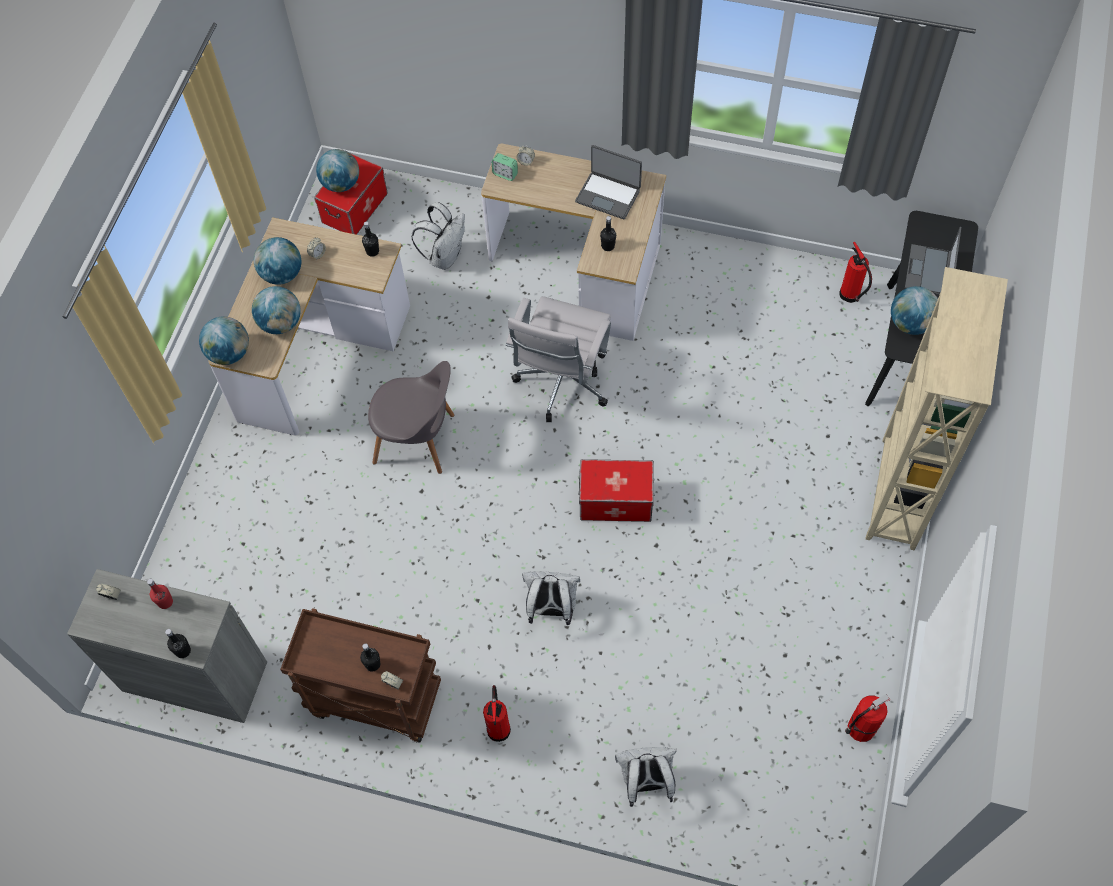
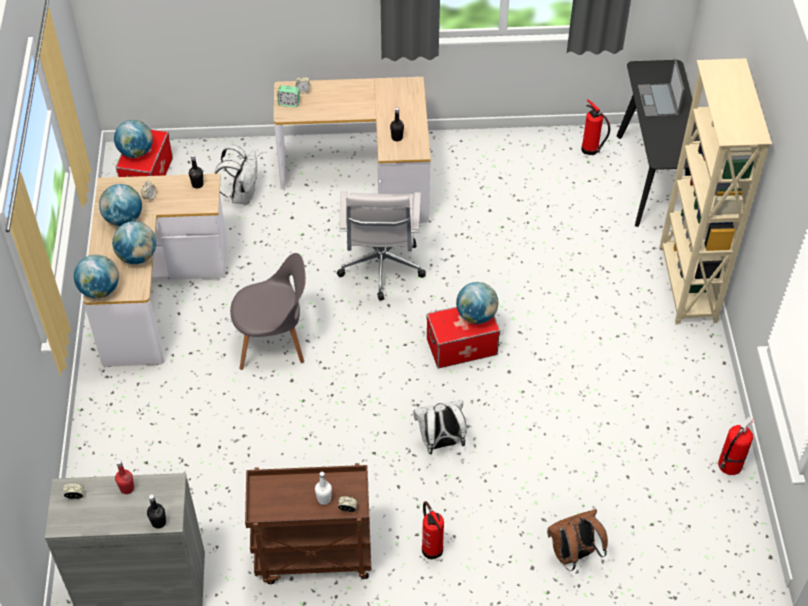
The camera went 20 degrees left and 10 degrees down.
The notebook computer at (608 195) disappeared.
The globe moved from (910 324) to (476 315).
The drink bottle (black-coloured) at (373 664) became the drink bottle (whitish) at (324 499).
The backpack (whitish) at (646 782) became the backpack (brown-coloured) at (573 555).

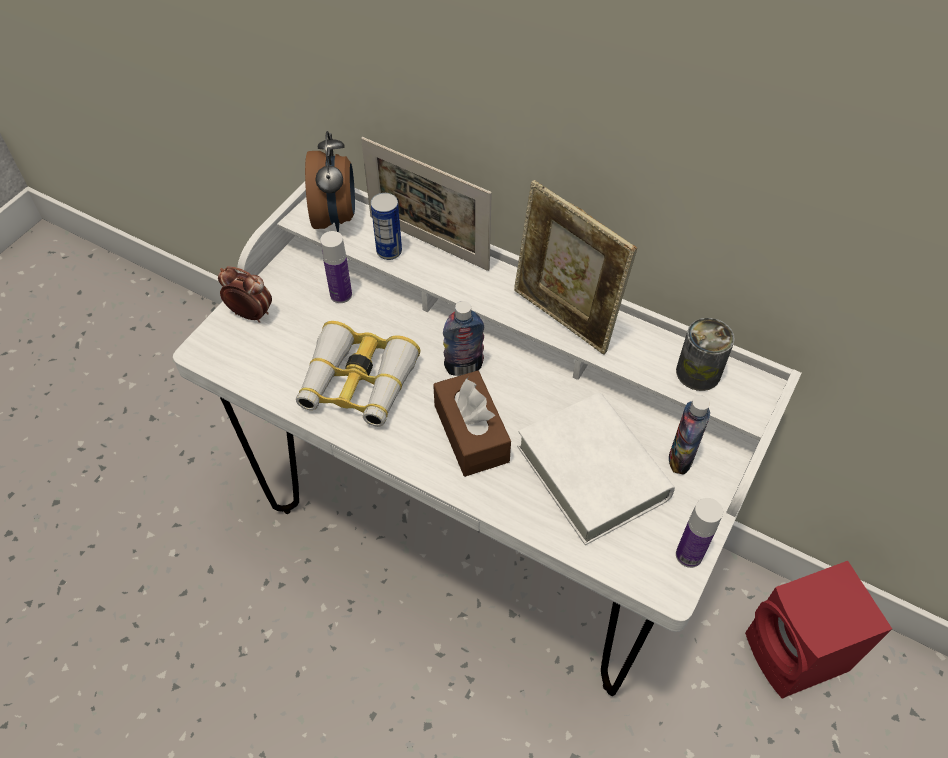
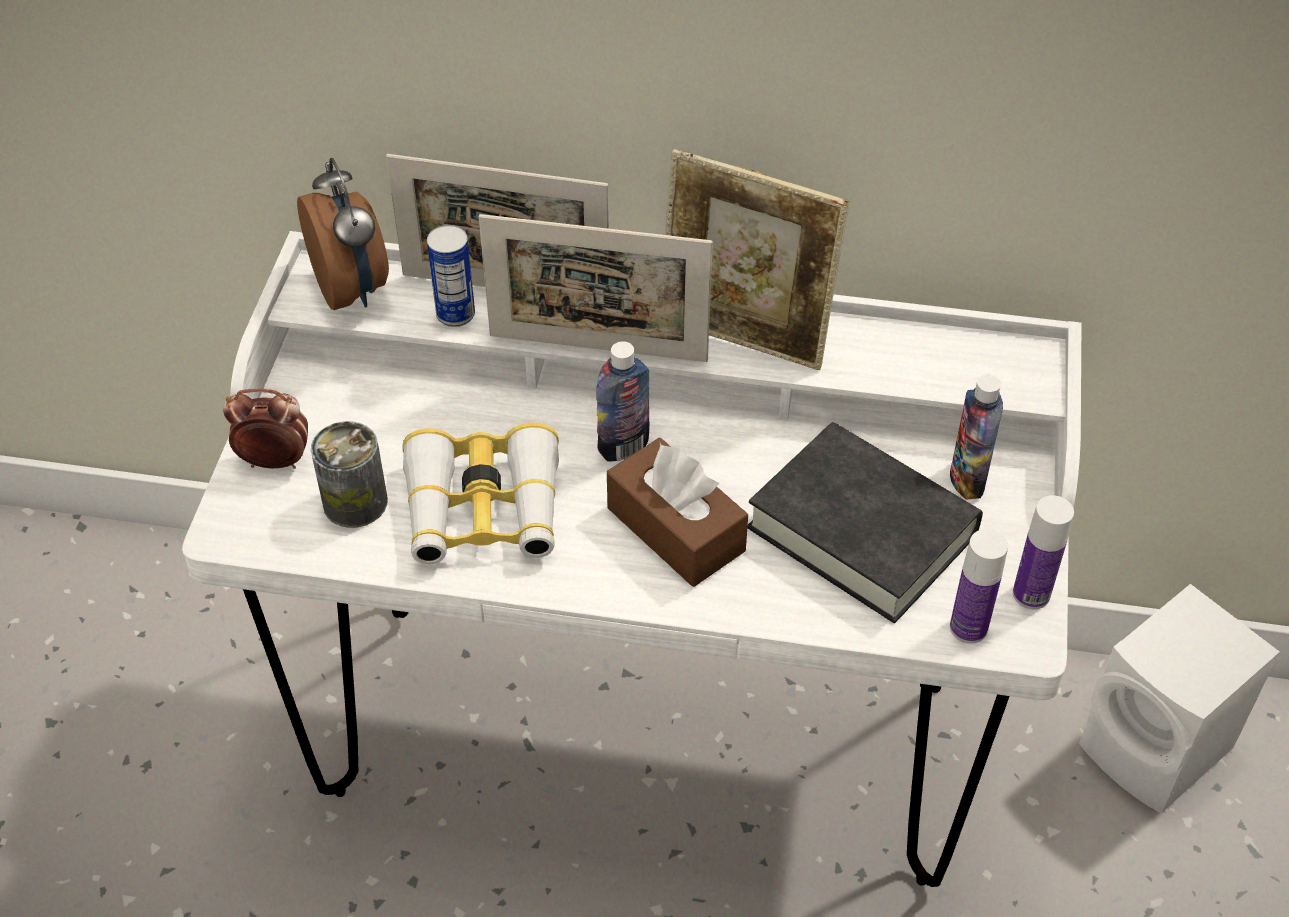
The camera went 20 degrees left and 5 degrees down.
The drink bottle moved from (341 295) to (968 628).
The metal can moved from (698 372) to (355 502).
The bound book (whitish) at (592 473) became the bound book (black-coloured) at (862 531).
The audio speaker (reddish) at (796 656) became the audio speaker (whitish) at (1158 751).
The standing frame at (598 348) appeared.

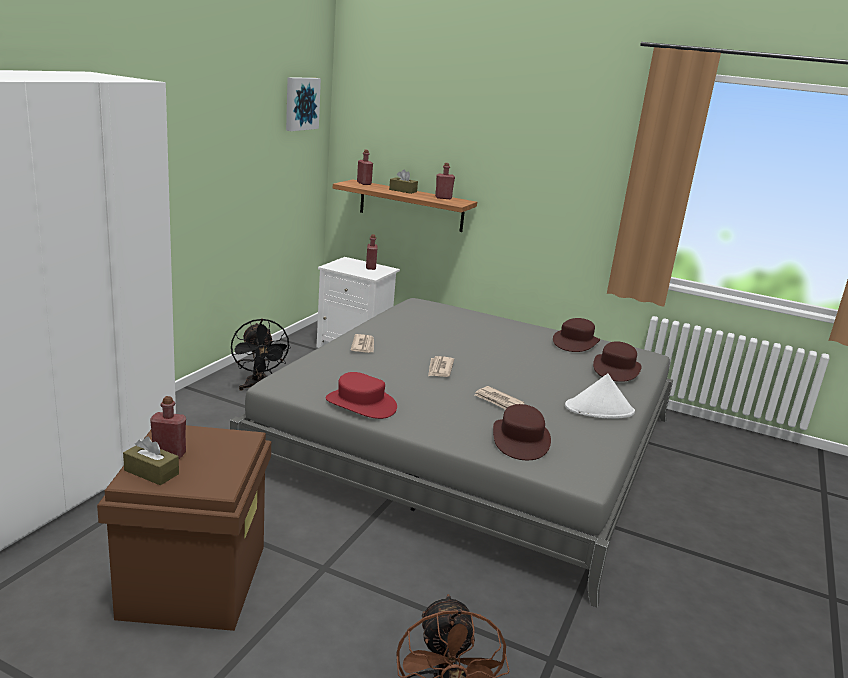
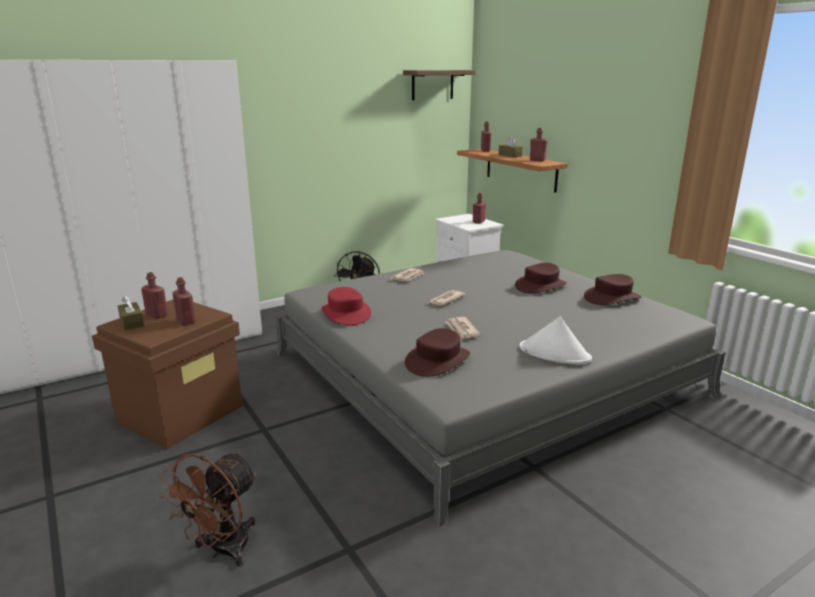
The camera went 35 degrees right and 0 degrees up.
The picture at (301 103) was replaced by the shelf at (432 84).
The hat (brown-coloured) moved from (616 369) to (540 285).
The drink bottle (reddish) at (186 321) appeared.

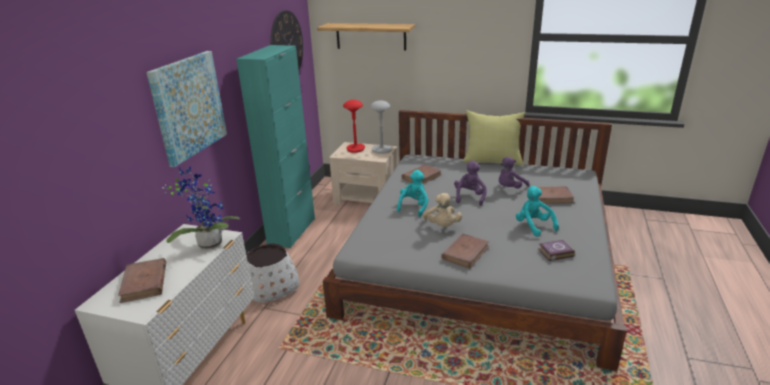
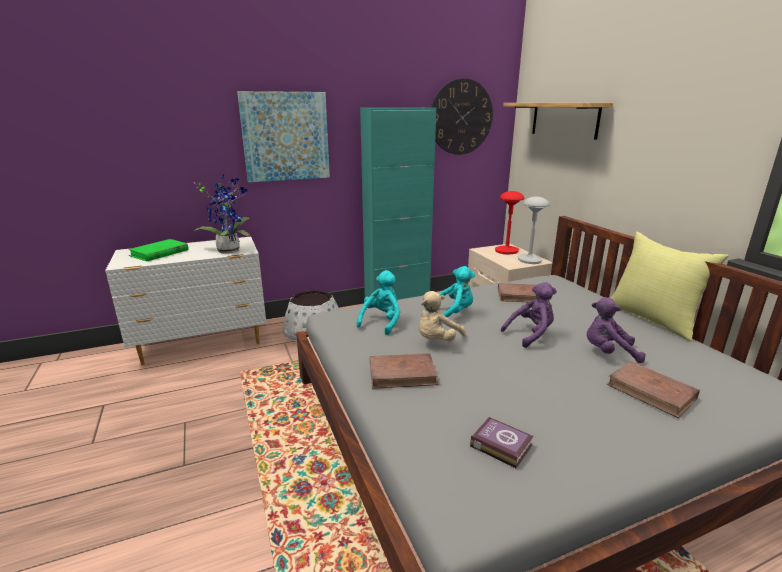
The camera went 50 degrees right and 5 degrees down.
The cuddly toy (turquoise-coloured) moved from (533 226) to (381 322).
The bound book (brown-coloured) at (144 283) became the bound book (green) at (159 253).

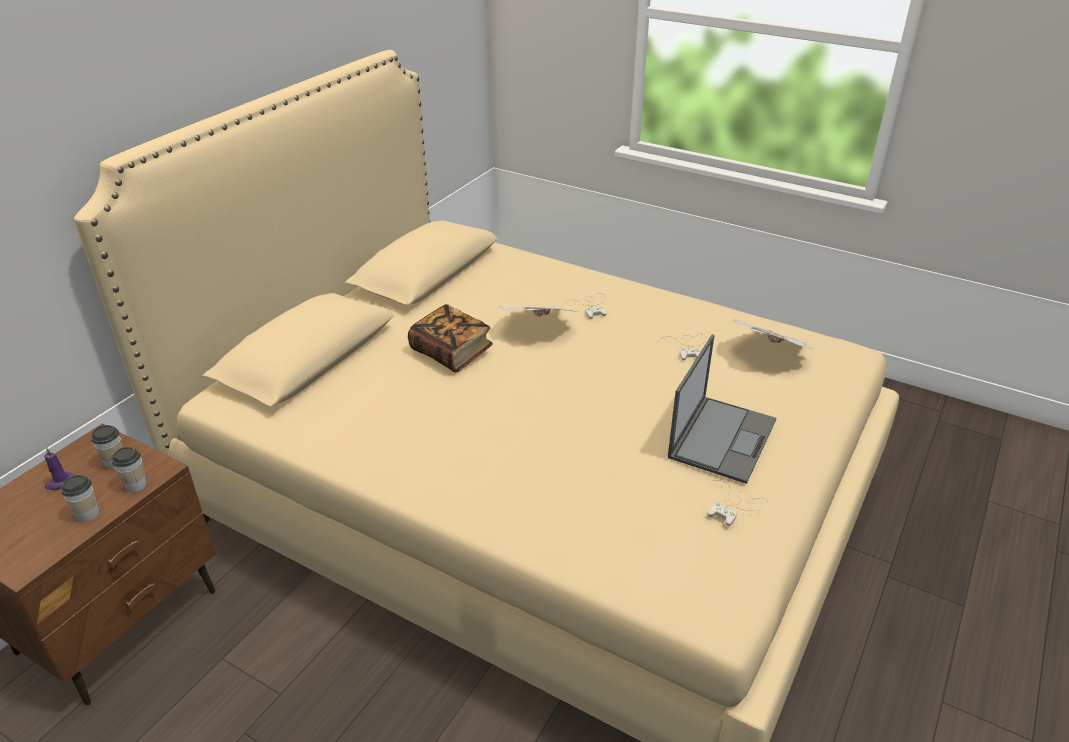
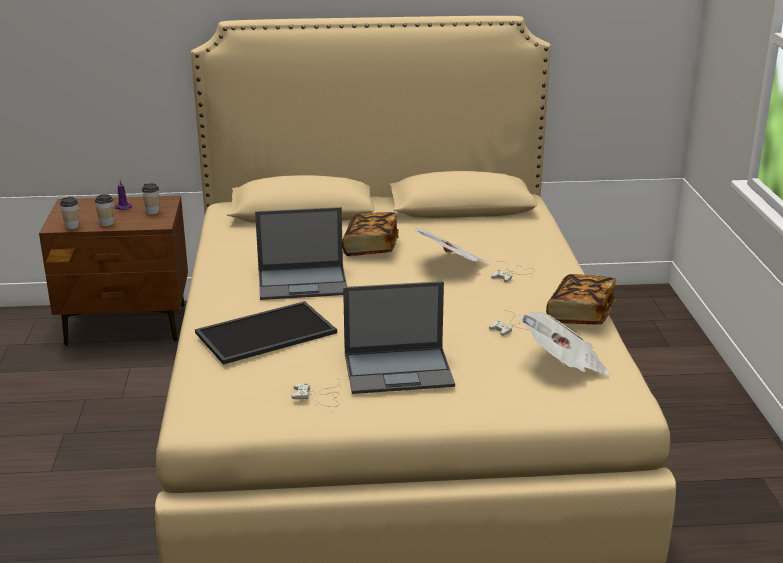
The camera went 55 degrees right and 10 degrees down.
The small cup moved from (136 485) to (72 226).
The notebook computer at (304 282) appeared.
The bound book at (580 315) appeared.
The tray at (265 334) appeared.

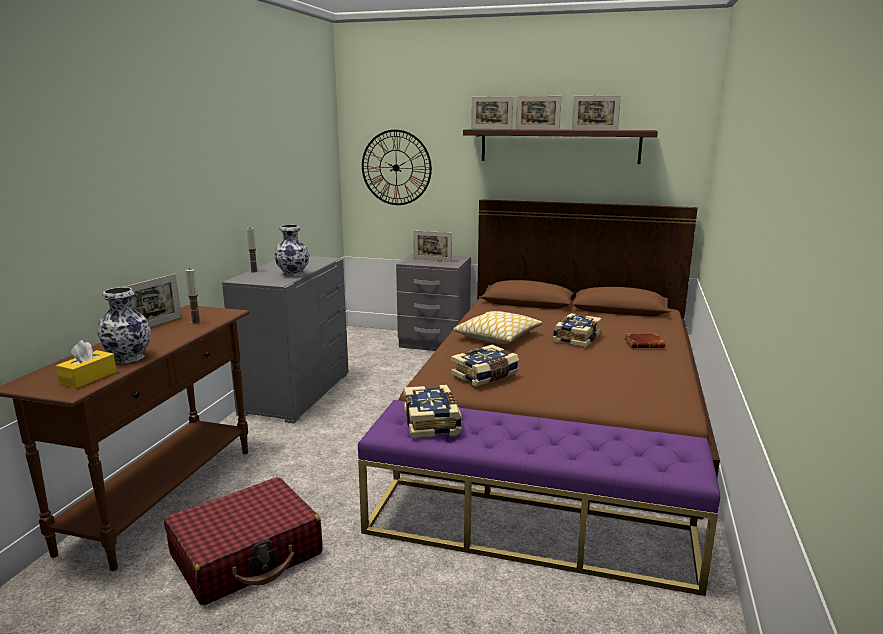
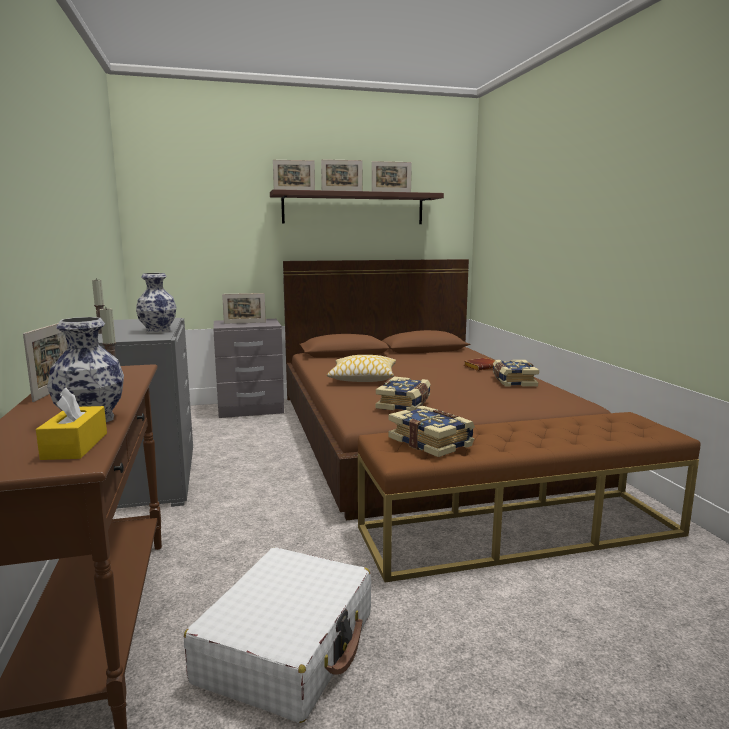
The camera went 30 degrees left and 5 degrees down.
The hanging clock at (396 167) disappeared.
The bound book moved from (575 338) to (513 381).
The bench (purplish) at (530 530) became the bench (brown-coloured) at (521 531).
The piece of luggage (reddish) at (247 554) became the piece of luggage (whitish) at (288 647).

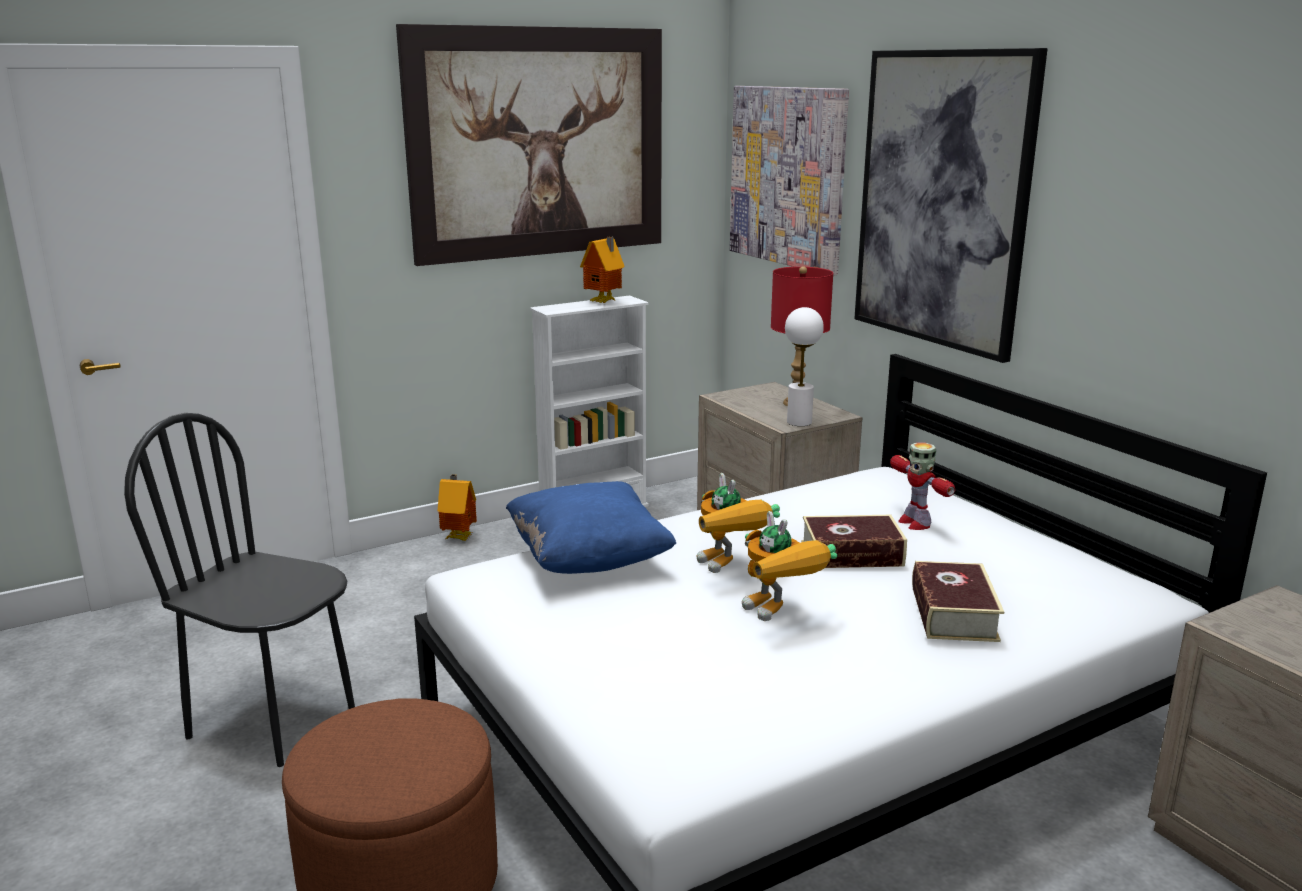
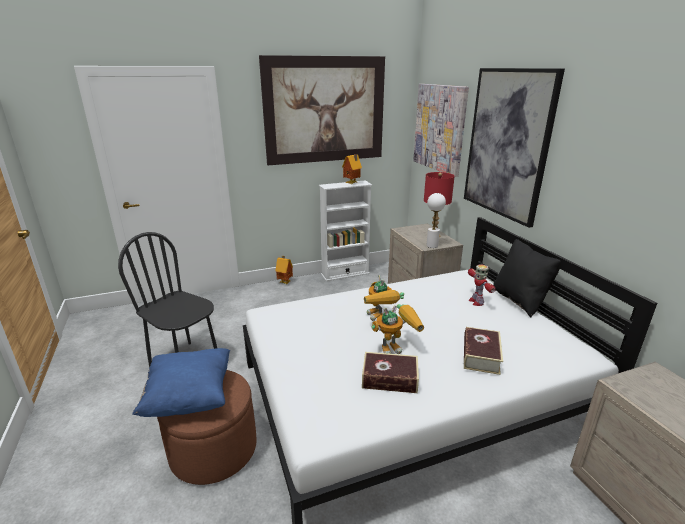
The camera went 10 degrees right and 5 degrees up.
The throw pillow (bluish) moved from (589 560) to (189 398).
The model robot at (780 615) turned 90 degrees counterclockwise.
The bound book moved from (852 554) to (389 378).
The throw pillow (black-coloured) at (519 300) appeared.

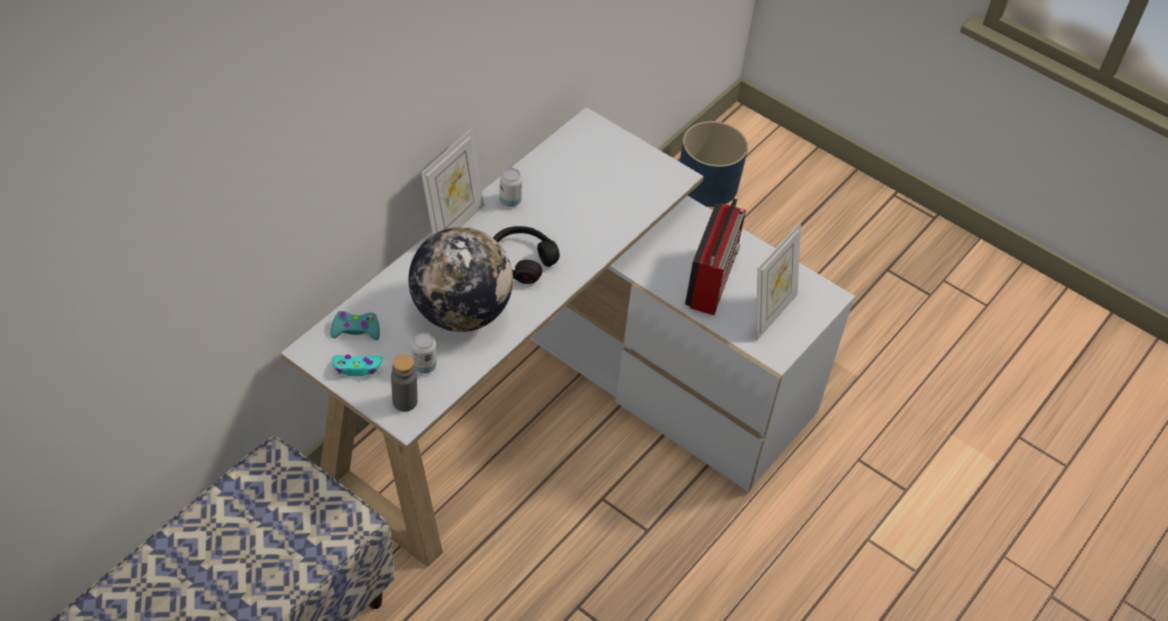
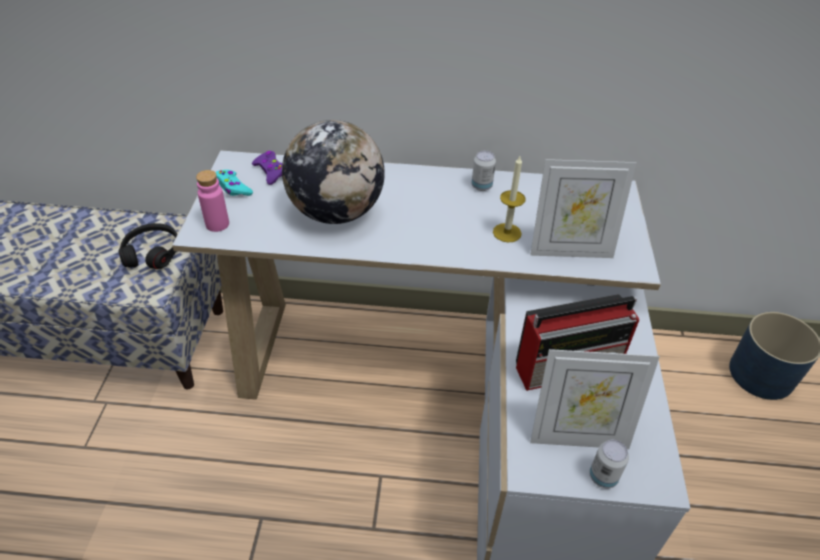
The camera went 60 degrees right and 5 degrees down.
The standing frame moved from (453 224) to (570 250).
The headphones (black-coloured) moved from (521 260) to (152 253).
The joypad (turquoise-coloured) at (355 330) became the joypad (purplish) at (270 171).
The metal can moved from (424 366) to (603 477).
The drink bottle (gray) at (405 401) became the drink bottle (pink) at (217 224).
The wax light at (507 232) appeared.

